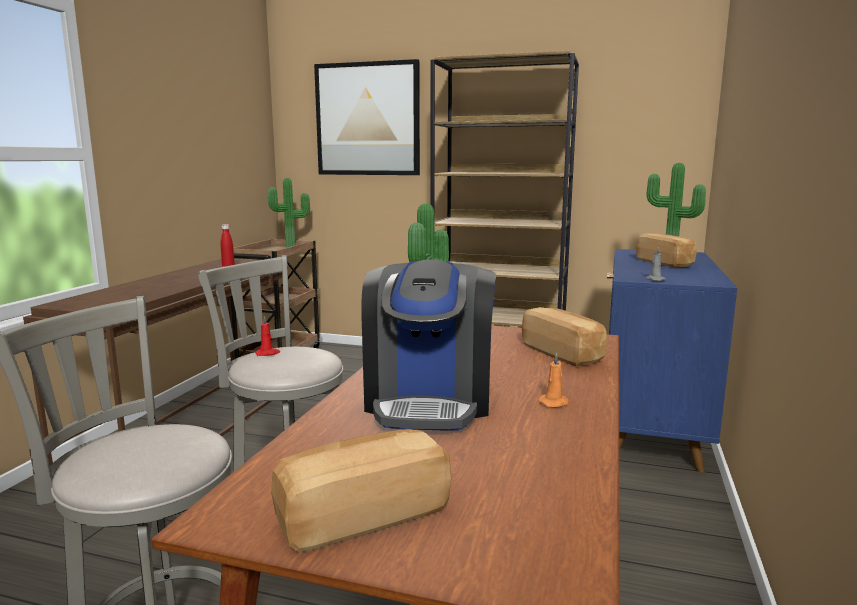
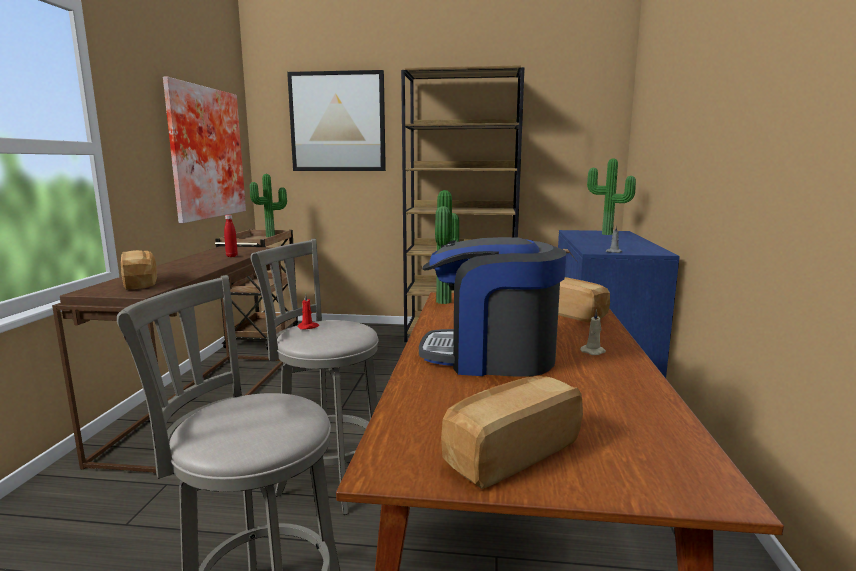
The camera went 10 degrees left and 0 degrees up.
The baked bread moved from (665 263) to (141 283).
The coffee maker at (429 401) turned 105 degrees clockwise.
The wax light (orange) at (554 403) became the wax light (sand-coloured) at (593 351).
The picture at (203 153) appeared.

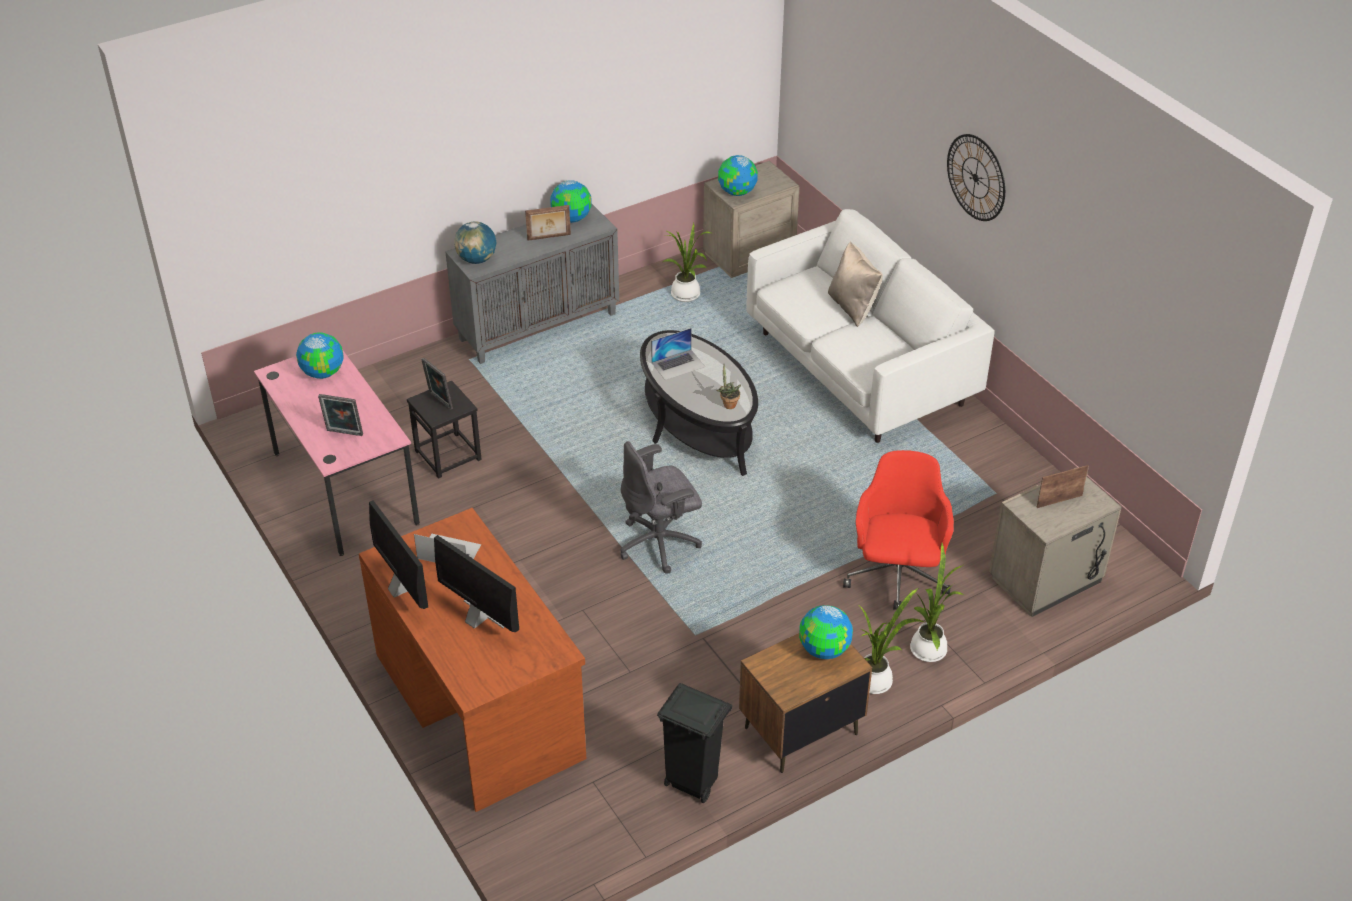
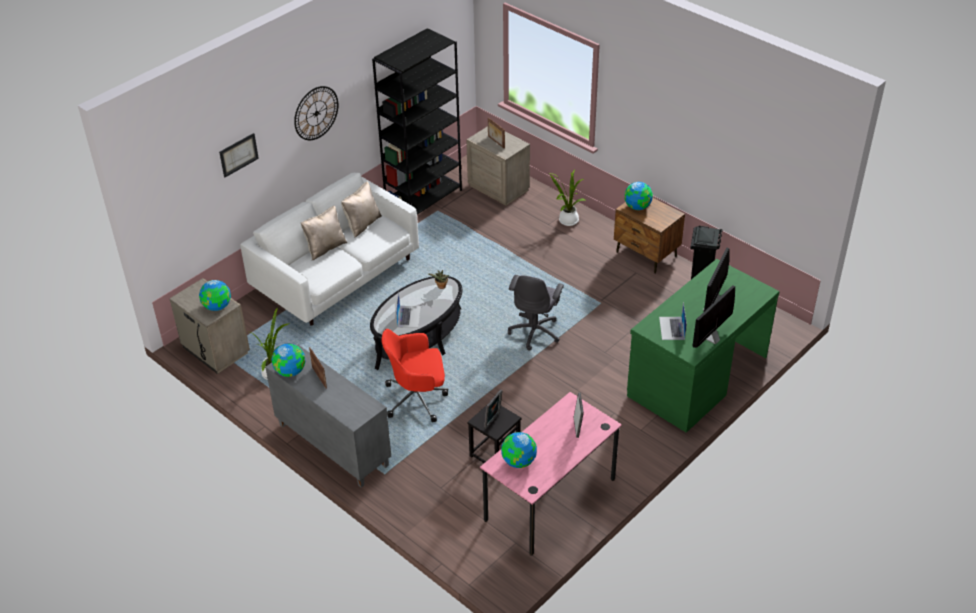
The camera went 105 degrees left and 0 degrees up.
The globe at (477 259) disappeared.
The notebook computer at (678 364) turned 45 degrees clockwise.
The desk chair (gray) at (660 543) turned 60 degrees clockwise.
The desk chair (reddish) moved from (897 577) to (417 398).
The desk (brown-coloured) at (480 704) became the desk (green) at (696 376).
The houseplant at (876 680) disappeared.
The shelving unit (black-coloured) at (424 198) appeared.
The picture at (238 154) appeared.
The throw pillow (sand-coloured) at (362 224) appeared.

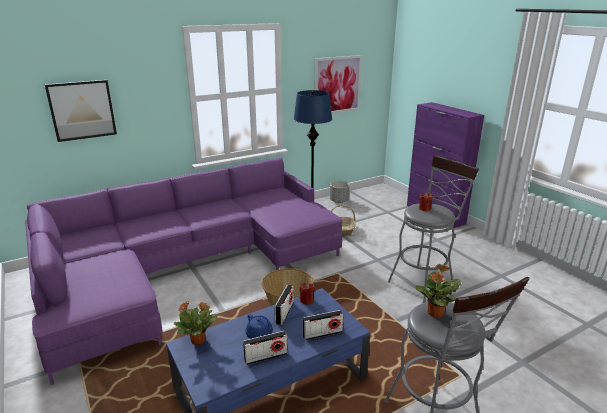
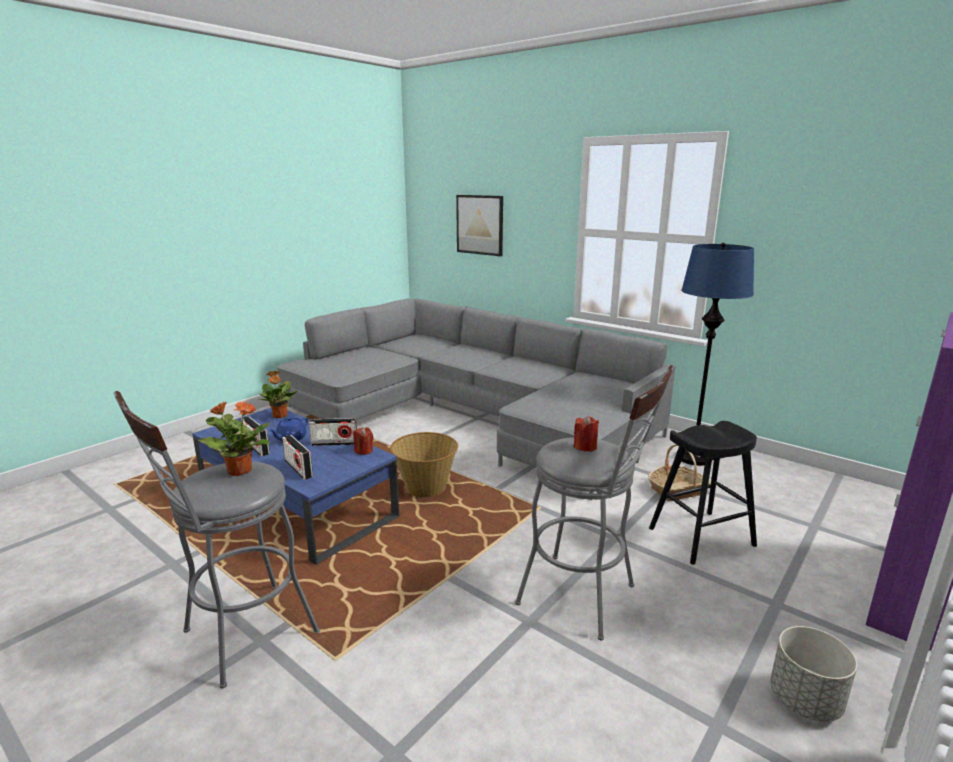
The camera went 70 degrees right and 5 degrees down.
The picture at (337 85) disappeared.
The settee (purplish) at (185 268) became the settee (gray) at (471 415).
The planter (gray) moved from (339 201) to (805 700).
The stool (black-coloured) at (701 537) appeared.

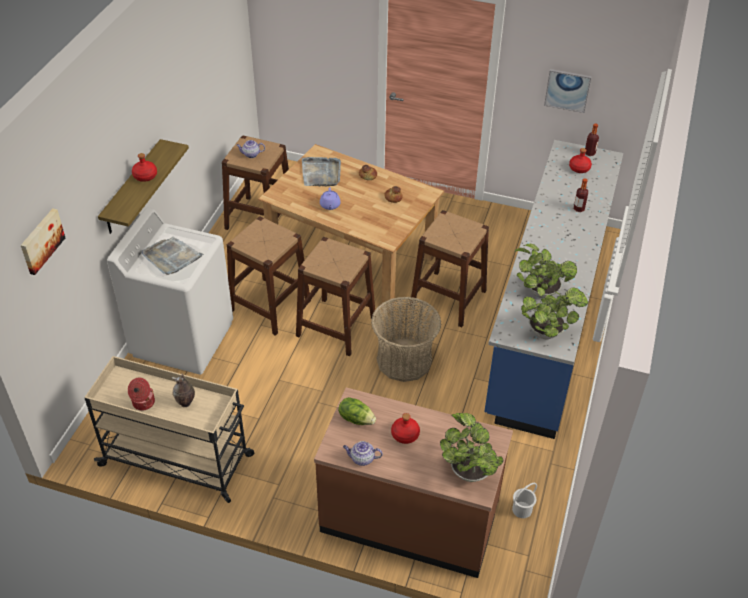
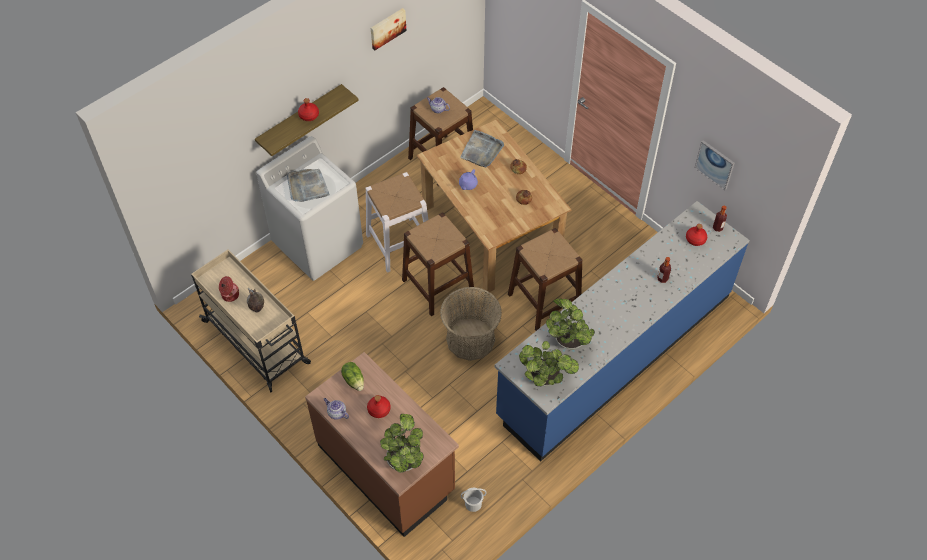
The camera went 30 degrees right and 10 degrees up.
The picture moved from (41 240) to (387 28).
The stool (brown-coloured) at (270 306) became the stool (whitish) at (399 244).

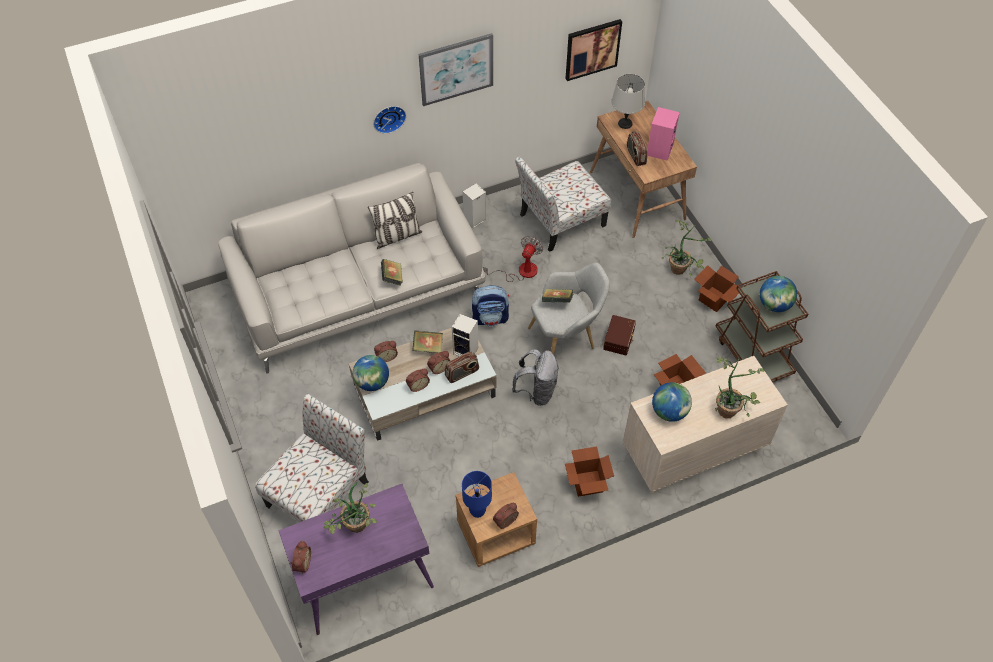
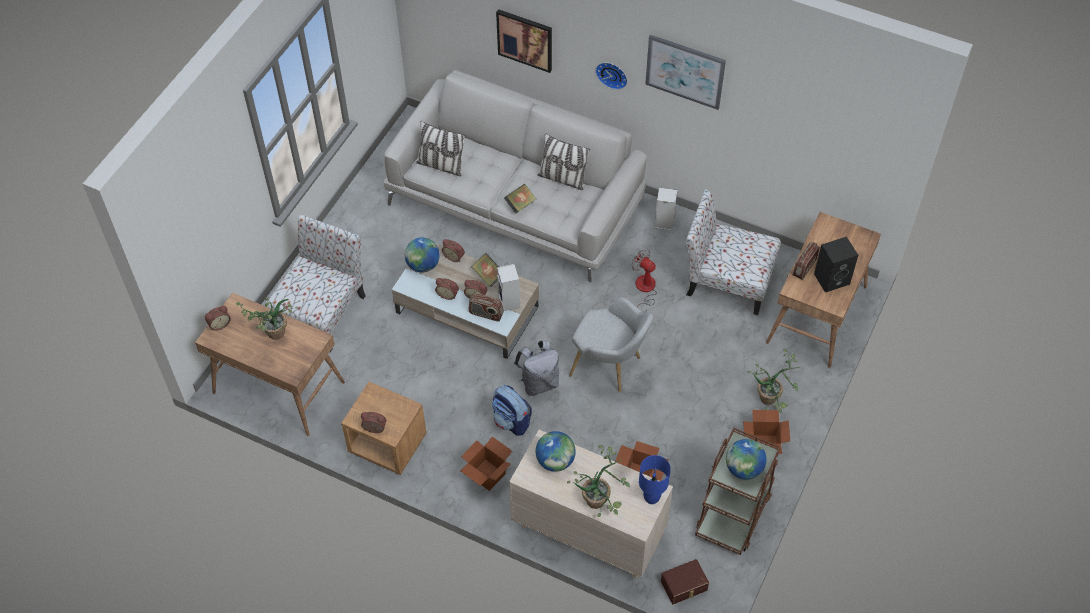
The camera went 50 degrees right and 0 degrees up.
The picture moved from (592 49) to (525 40).
The tabletop lamp (gray) at (625 124) disappeared.
The audio speaker (pink) at (659 149) became the audio speaker (black-coloured) at (832 278).
The electric fan at (520 271) turned 120 degrees counterclockwise.
The backpack moved from (490 318) to (512 421).
The bound book at (557 301) disappeared.
The storage box (brown-coloured) moved from (619 339) to (684 586).
The upright chair at (320 492) turned 60 degrees counterclockwise.
The tabletop lamp (bluish) moved from (478 511) to (652 498).
The desk (purplish) at (363 578) became the desk (brown-coloured) at (278 388).
The throw pillow at (441 165) appeared.

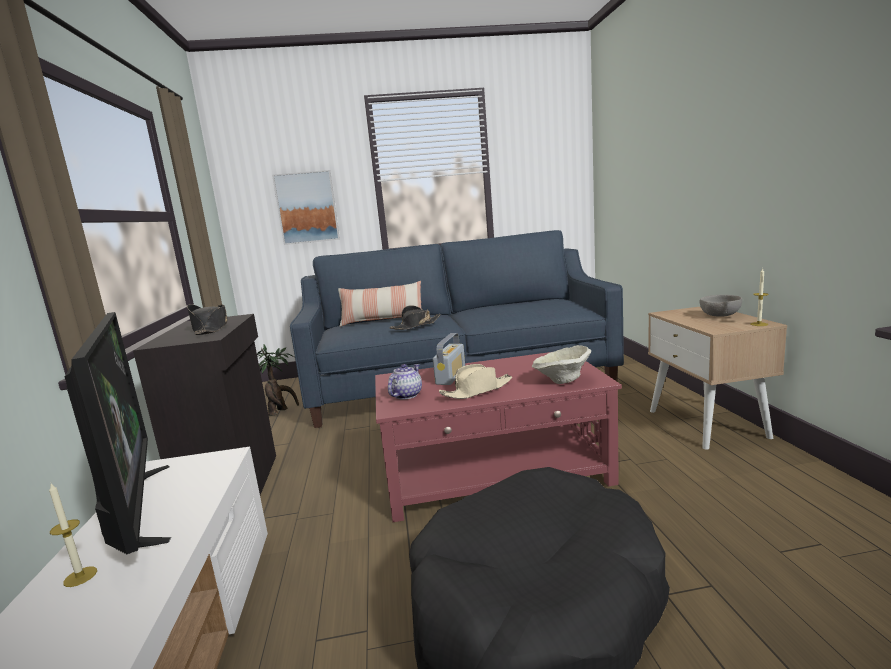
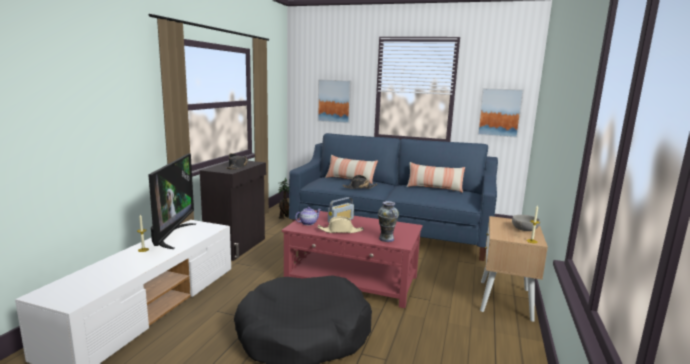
The camera went 25 degrees right and 0 degrees up.
The serving bowl (sand-coloured) at (562 380) was replaced by the decorative vase at (386 239).
The picture at (499 112) appeared.
The throw pillow at (434 188) appeared.

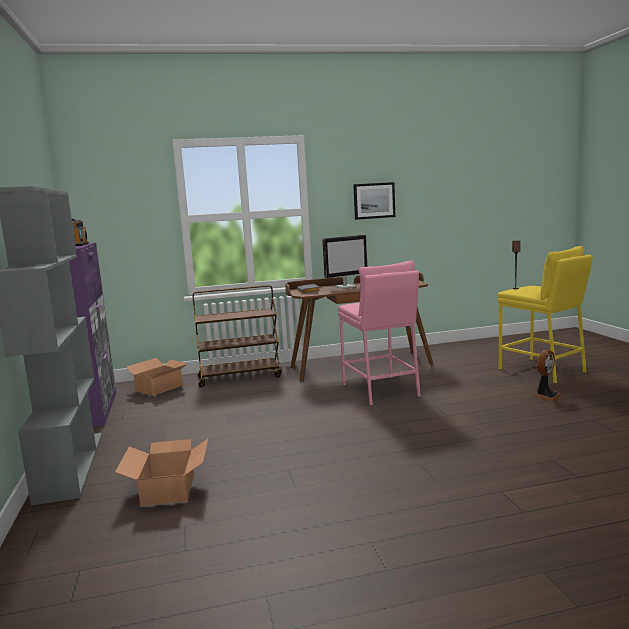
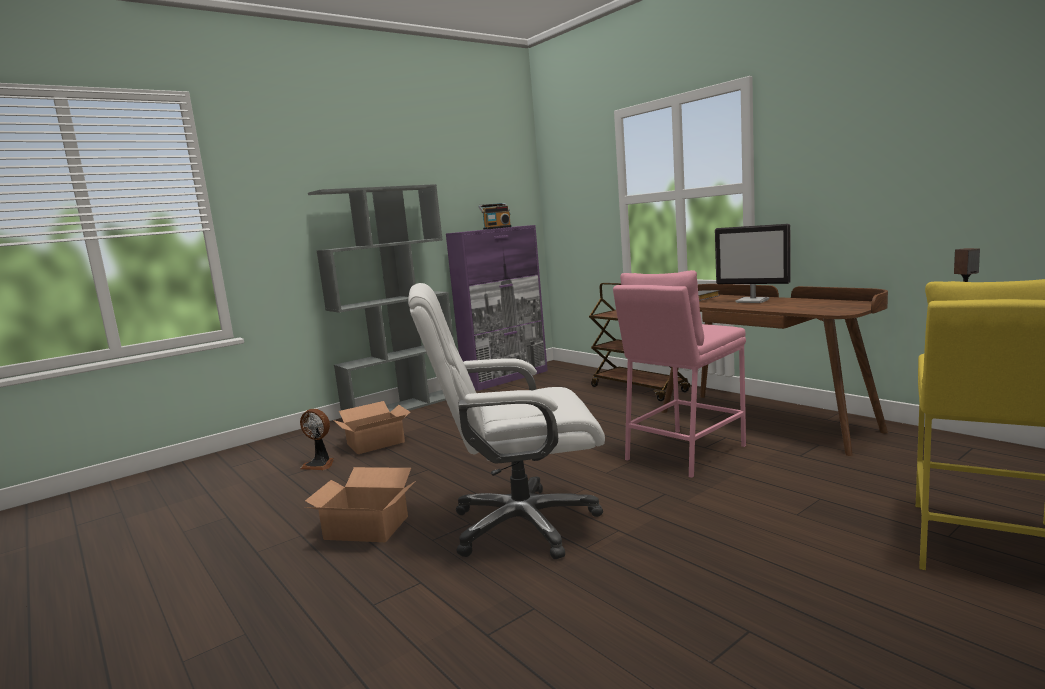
The camera went 65 degrees right and 0 degrees up.
The picture at (374 200) disappeared.
The electric fan moved from (546 396) to (320 464).
The cardboard box moved from (160 388) to (367 528).
The desk chair (whitish) at (521 525) appeared.

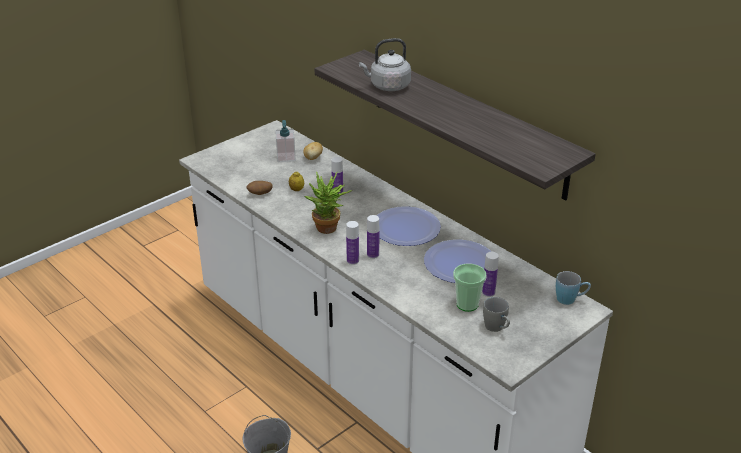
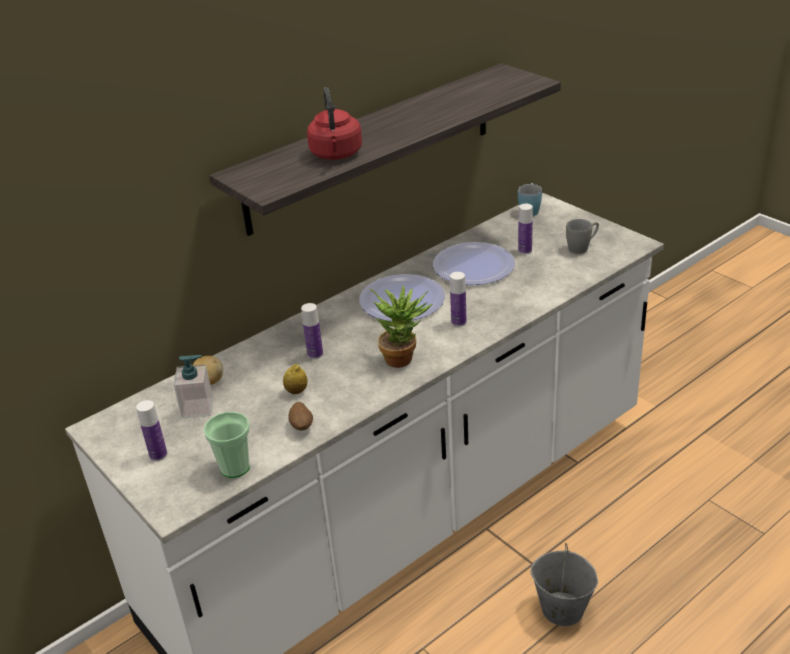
The camera went 85 degrees left and 0 degrees up.
The water kettle (gray) at (388 86) became the water kettle (reddish) at (336 155).
The drink bottle moved from (352 261) to (158 455).
The small cup moved from (467 304) to (235 467).

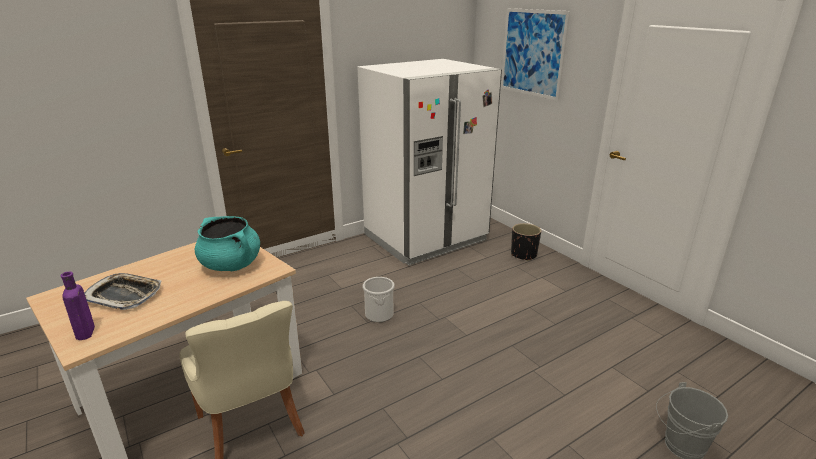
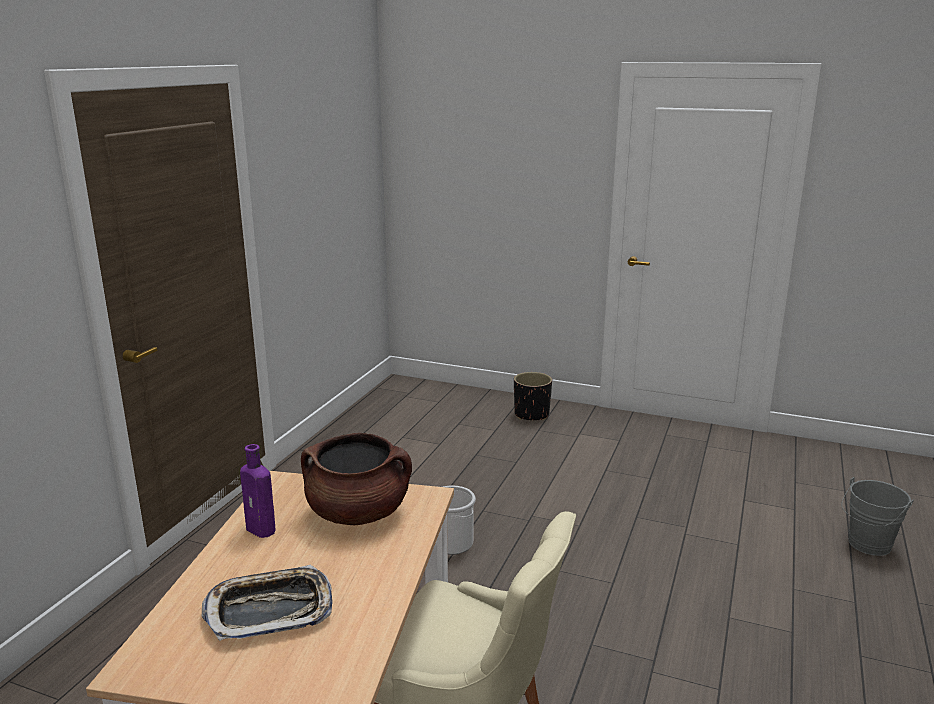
The camera went 35 degrees left and 5 degrees down.
The picture at (532 53) disappeared.
The refrigerator (whitish) at (425 238) disappeared.
The stockpot (turquoise-coloured) at (231 265) became the stockpot (brown-coloured) at (358 513).
The drink bottle (purplish) moved from (85 333) to (262 530).

